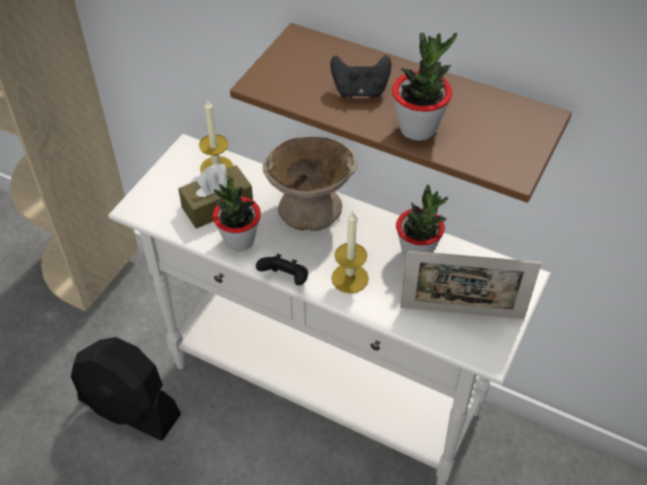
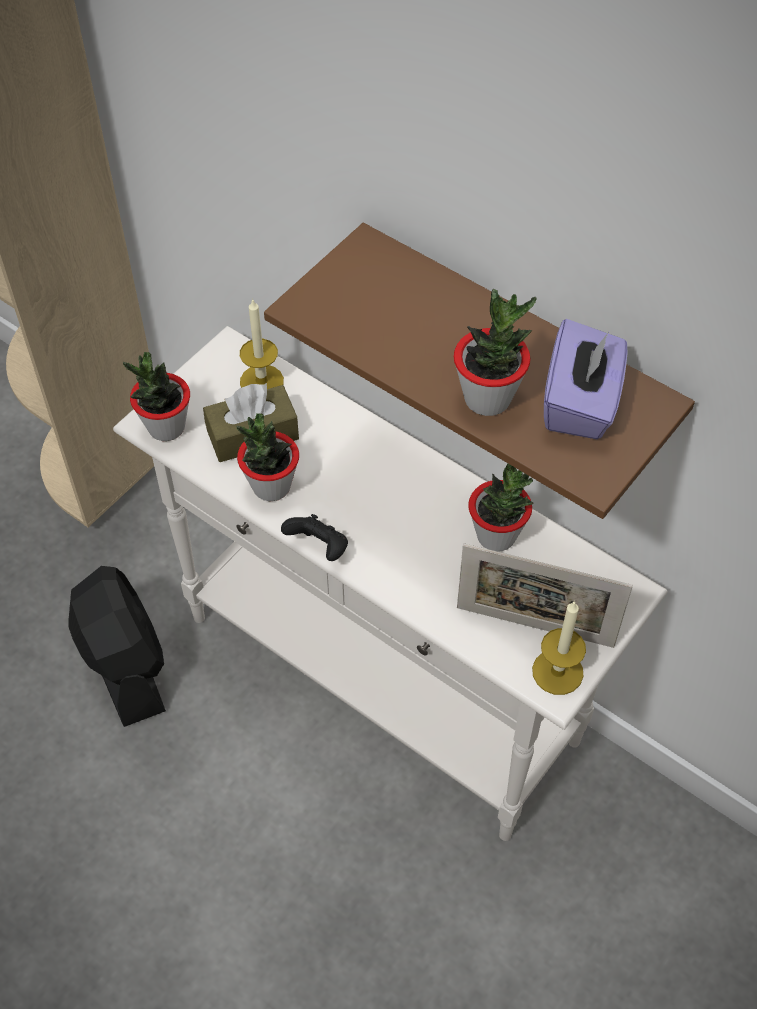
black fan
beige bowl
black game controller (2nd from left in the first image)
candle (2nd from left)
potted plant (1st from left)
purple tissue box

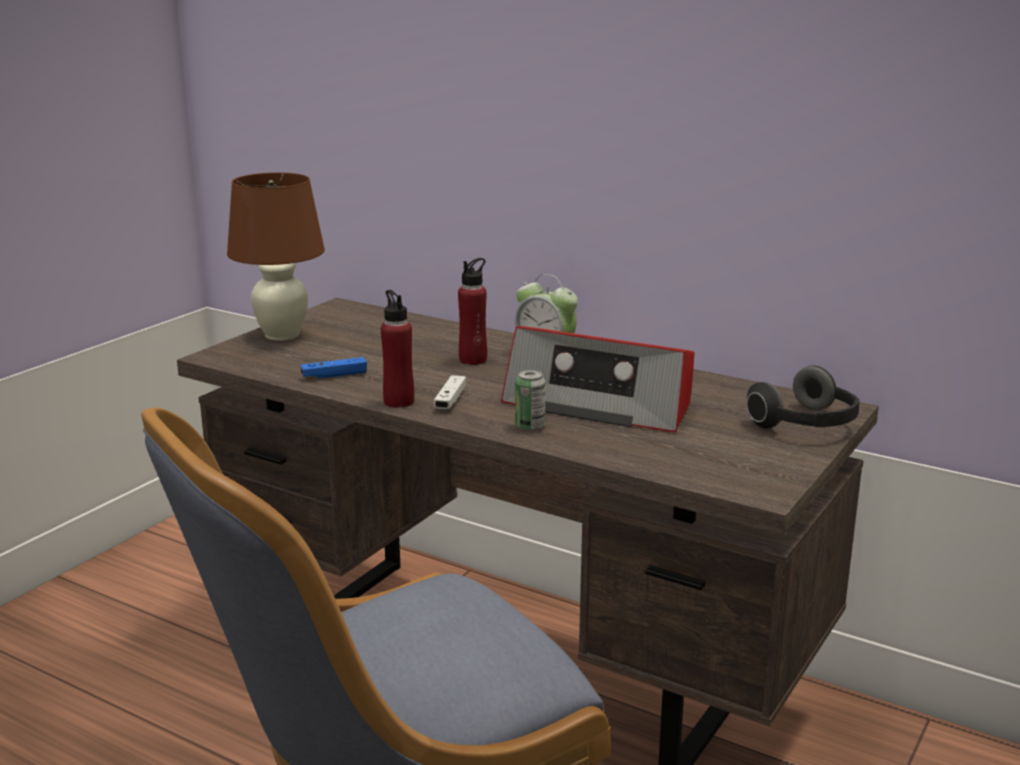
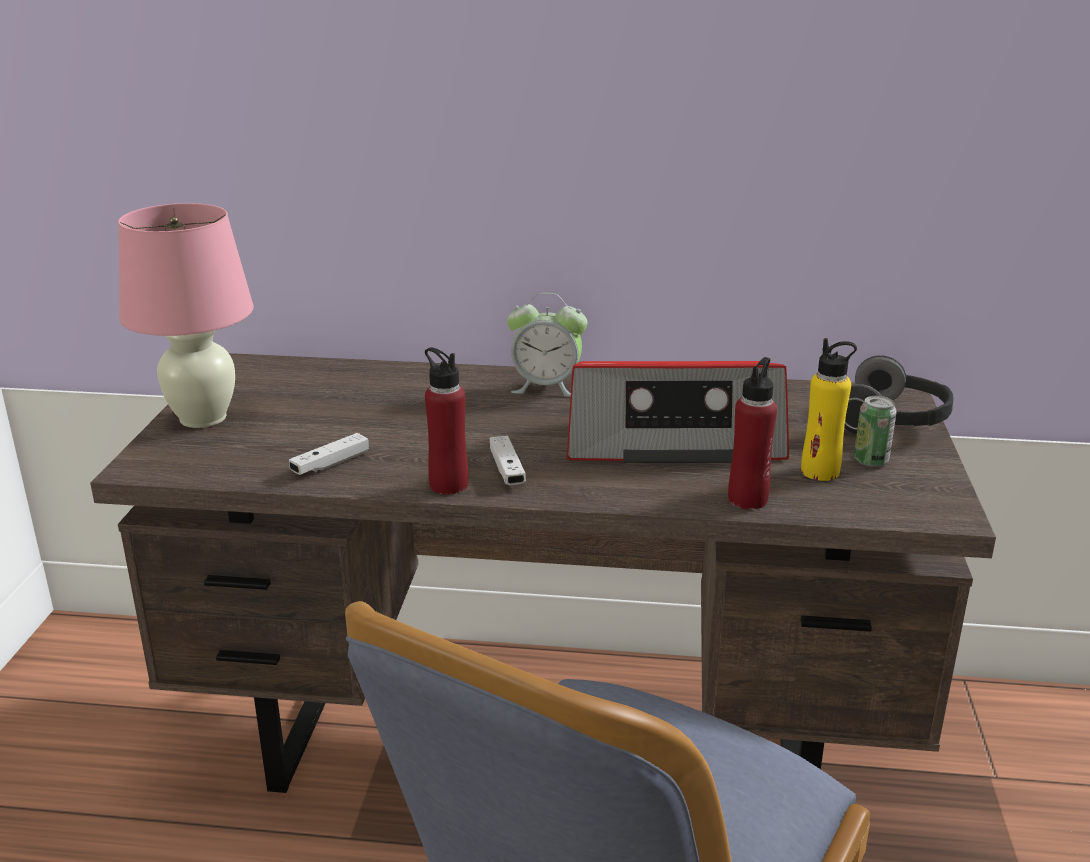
pink table lamp
white game controller (1st from left)
red bottle (2nd from left)
can
yellow bottle

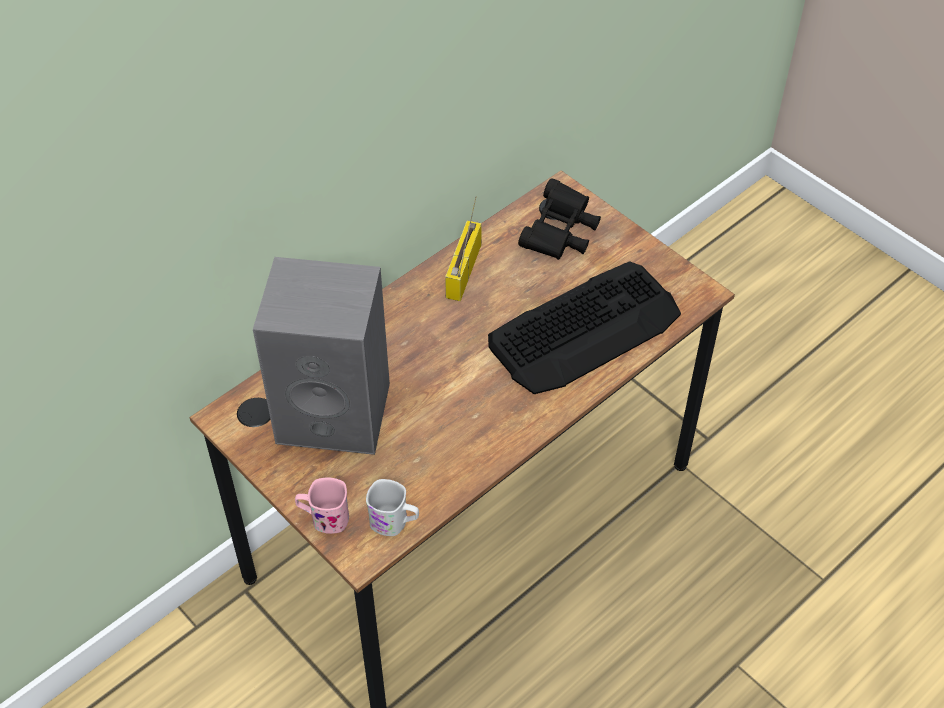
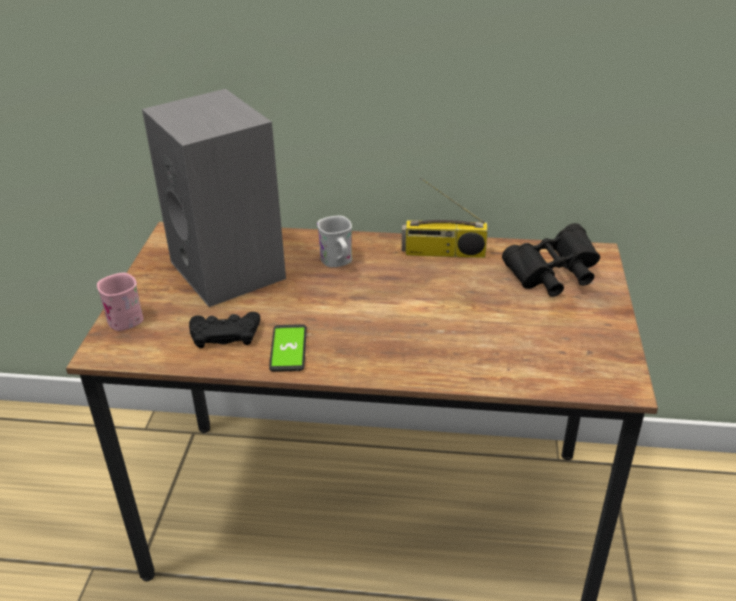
white mug
radio
keyboard
black game controller
phone

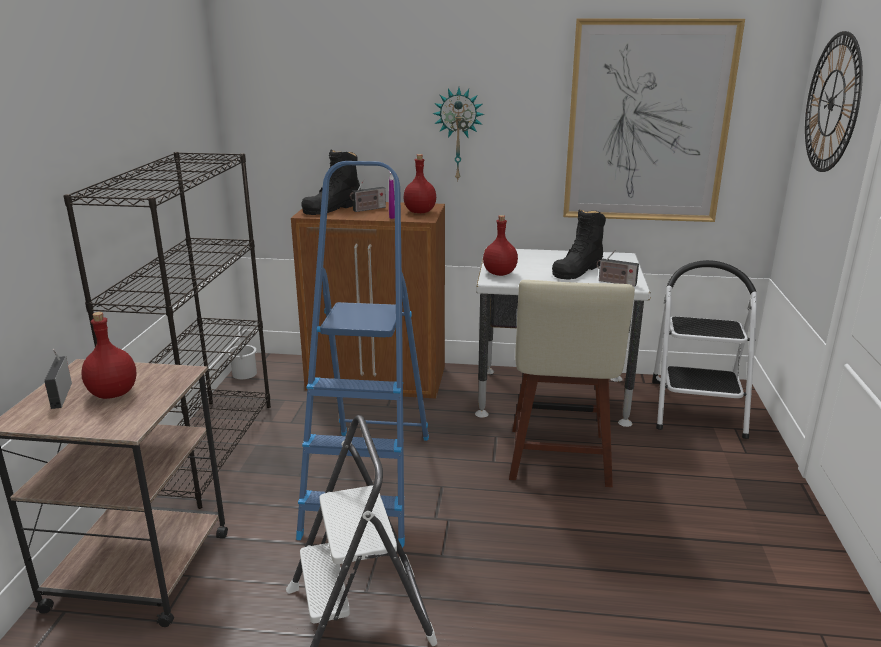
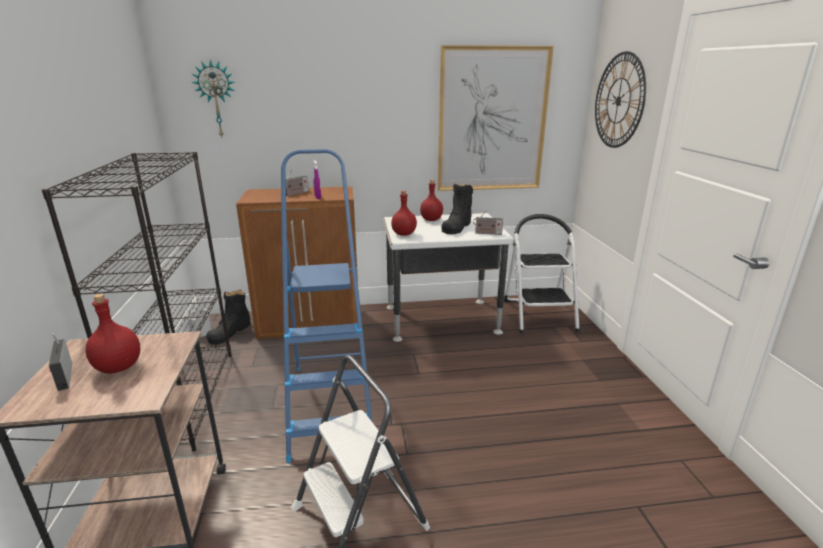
black boot (1st from left)
red bottle (3rd from left)
wall clock (1st from left)
beige stool

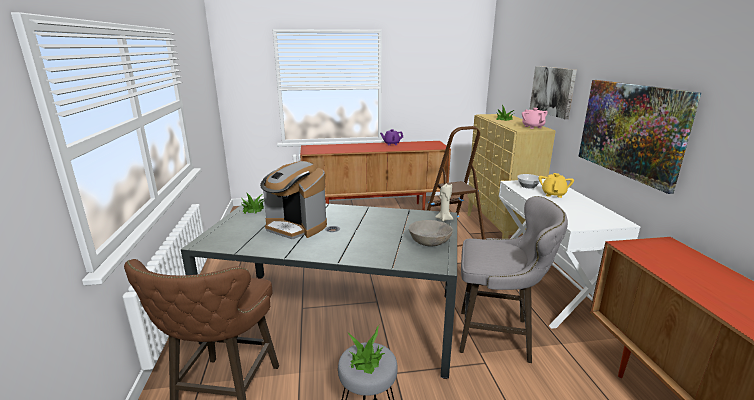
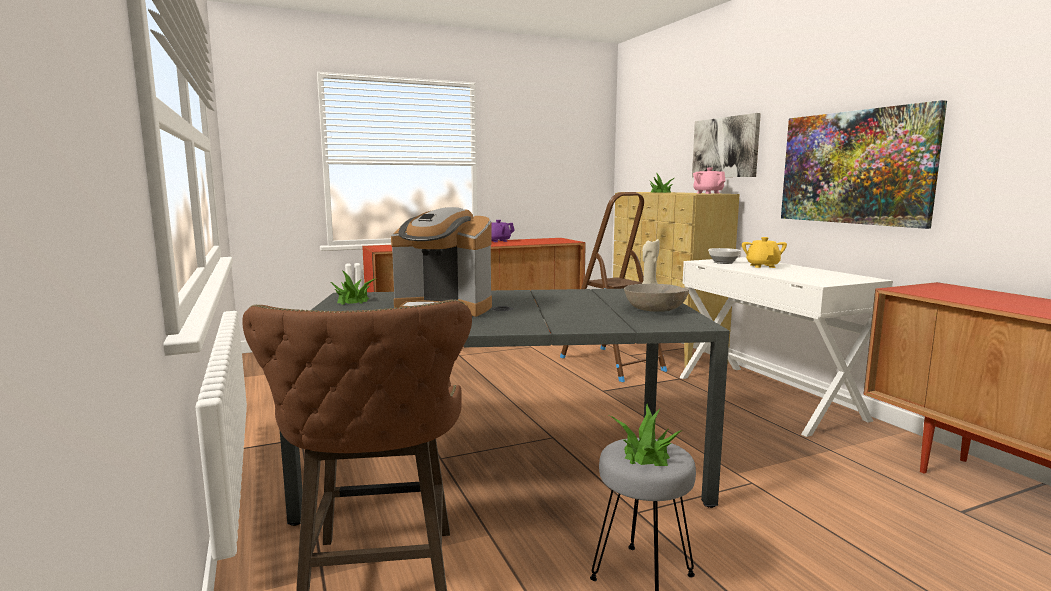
grey stool (2nd from left in the first image)

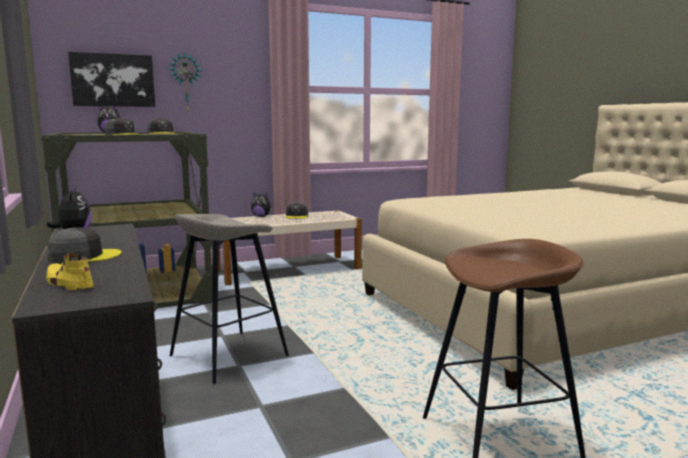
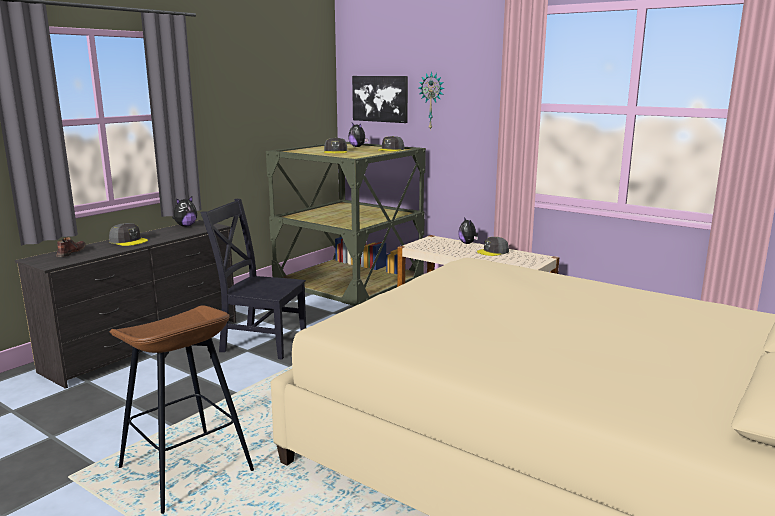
brown shoe
black chair

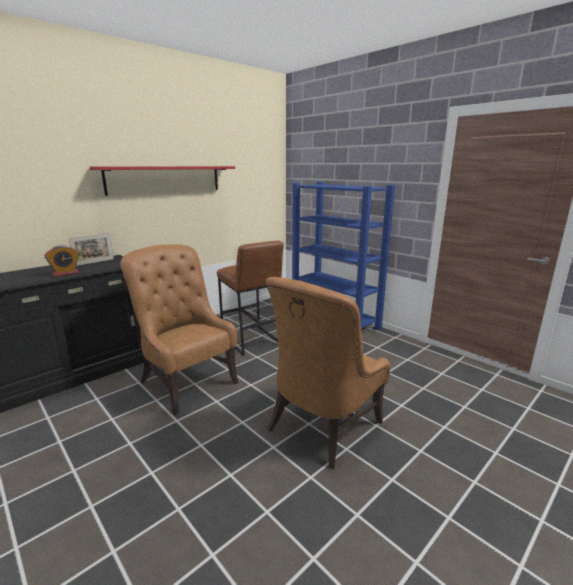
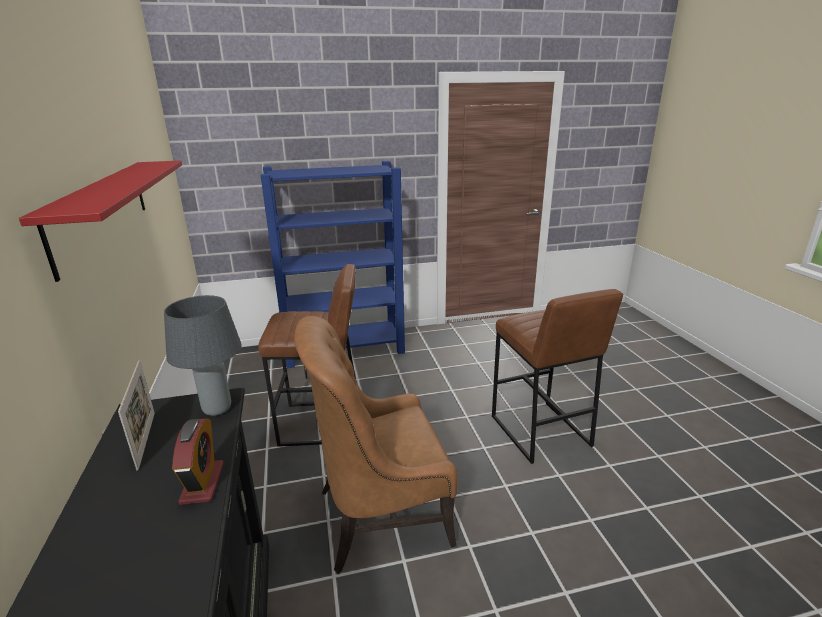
brown stool (2nd from left)
grey table lamp

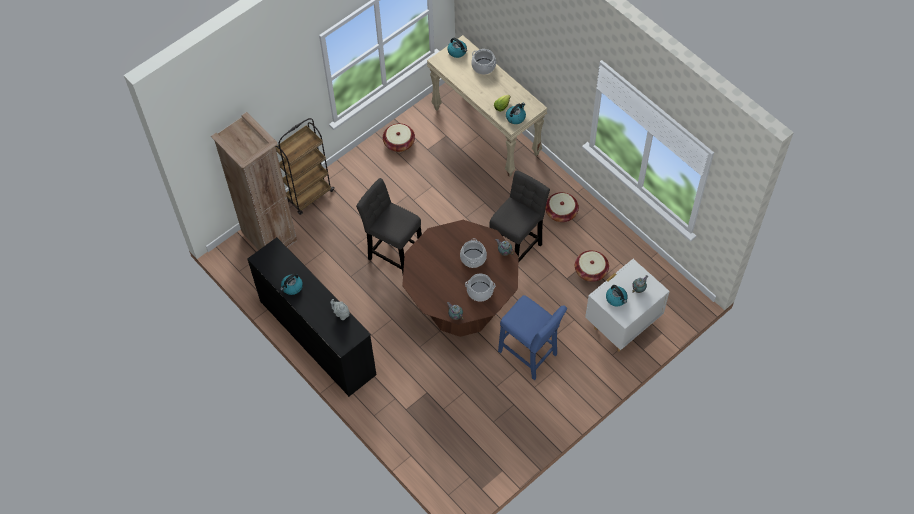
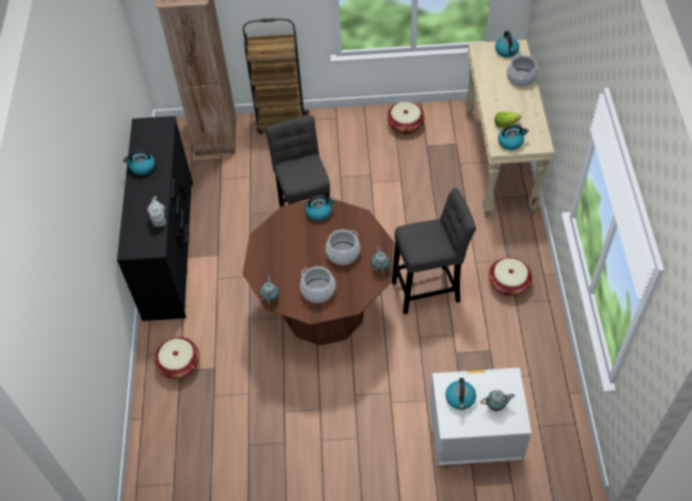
blue stool
basket (1st from left)
kettle (2nd from left)

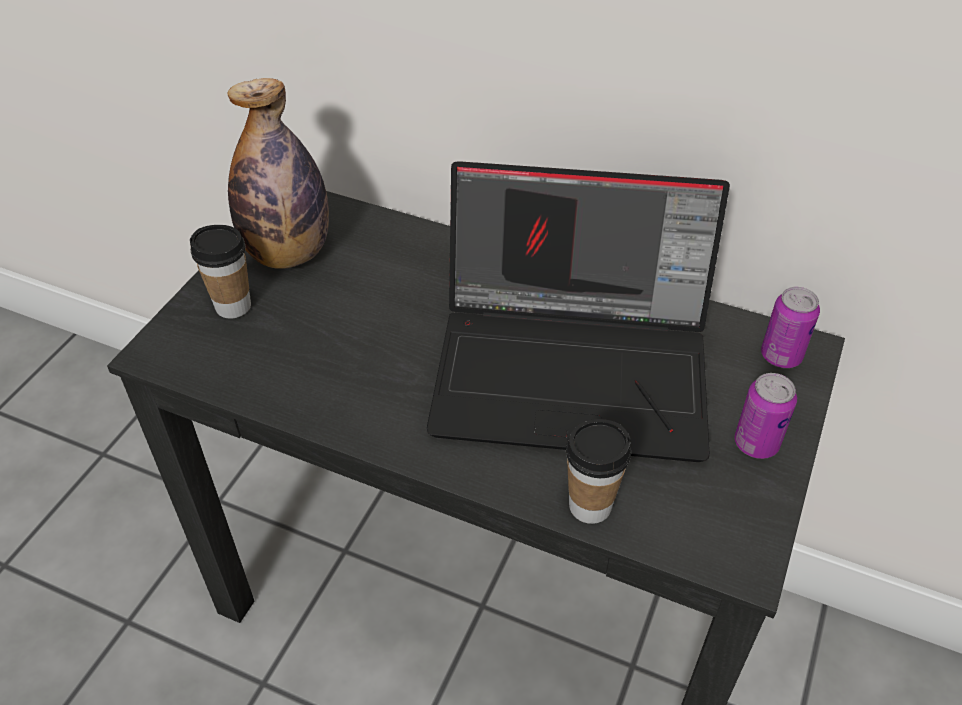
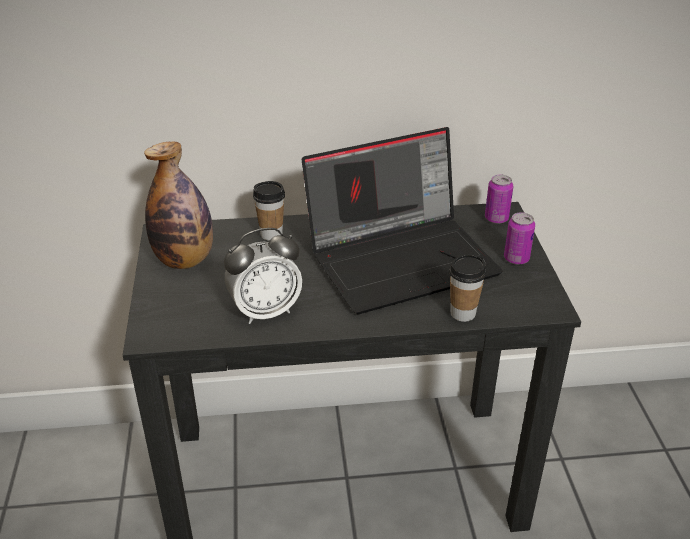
cup (1st from left)
alarm clock

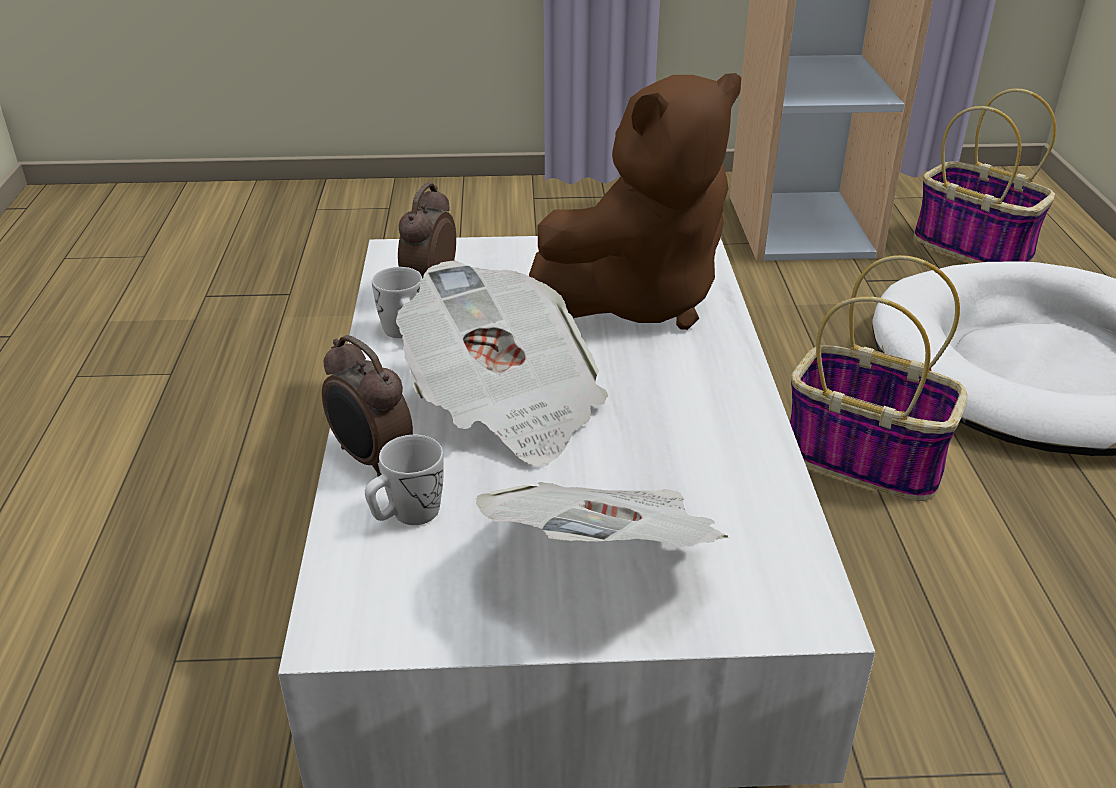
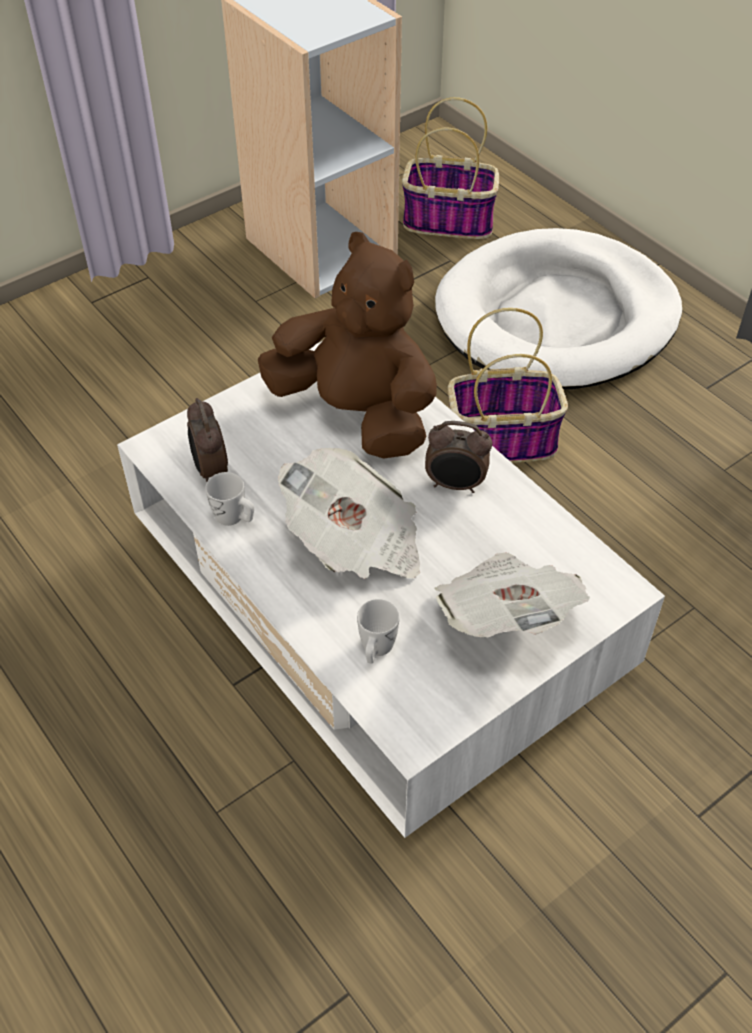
alarm clock (2nd from left)
brown plush toy

